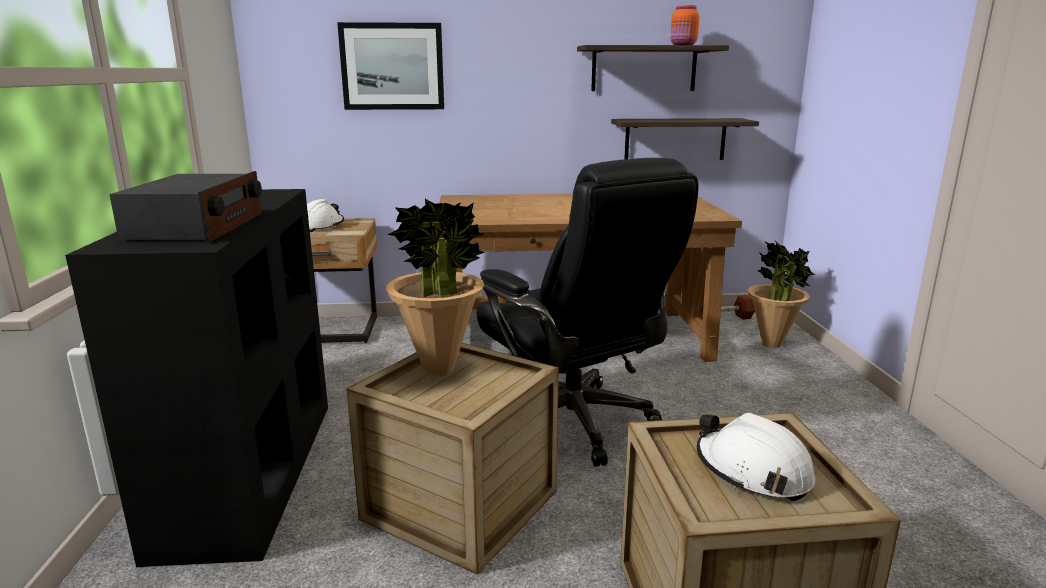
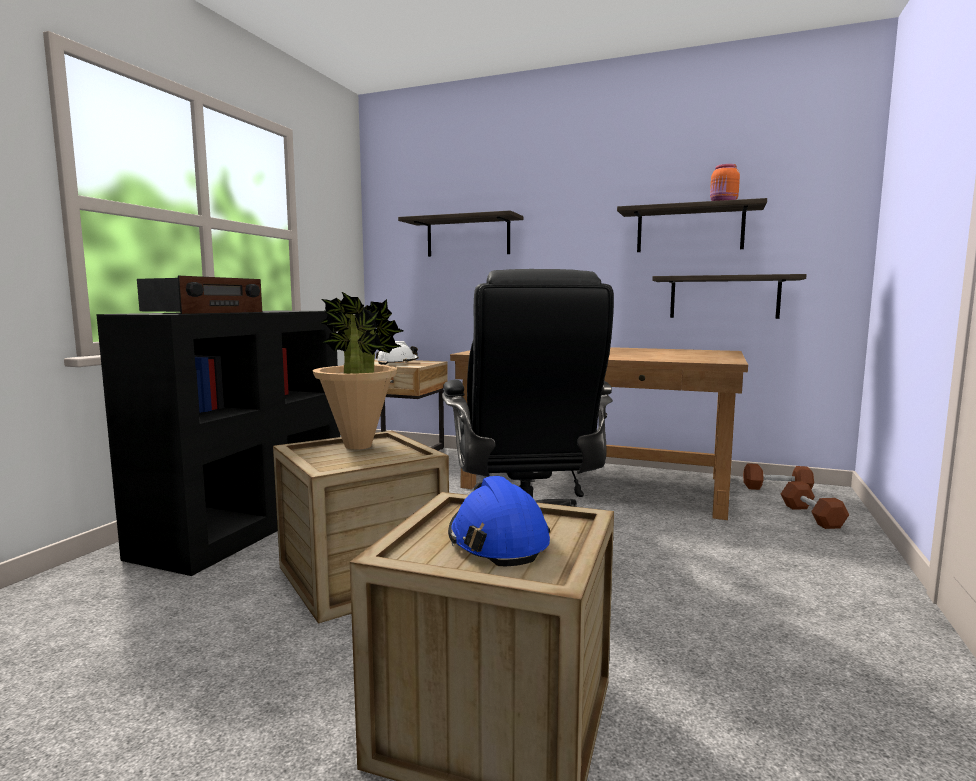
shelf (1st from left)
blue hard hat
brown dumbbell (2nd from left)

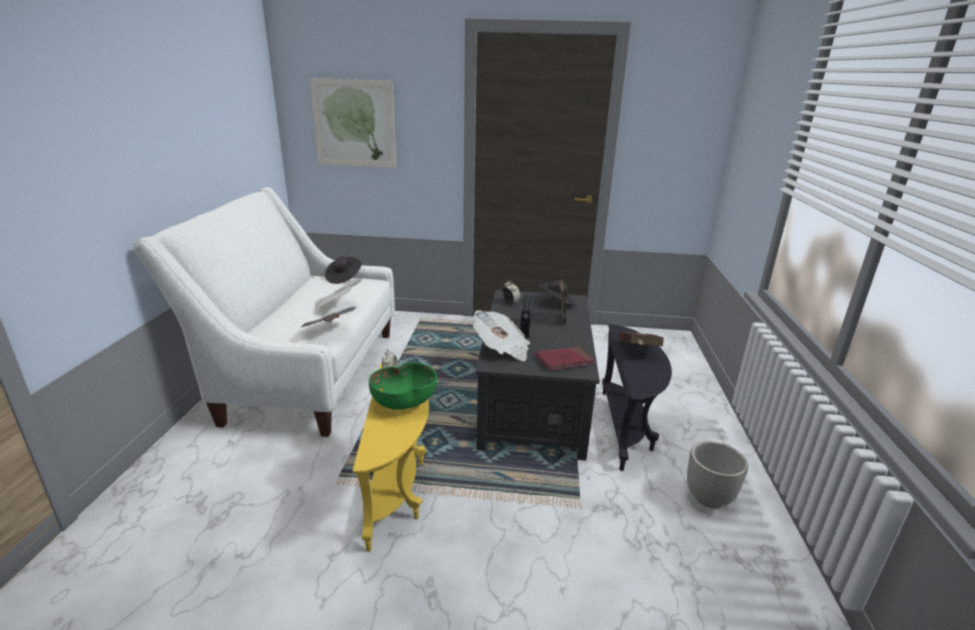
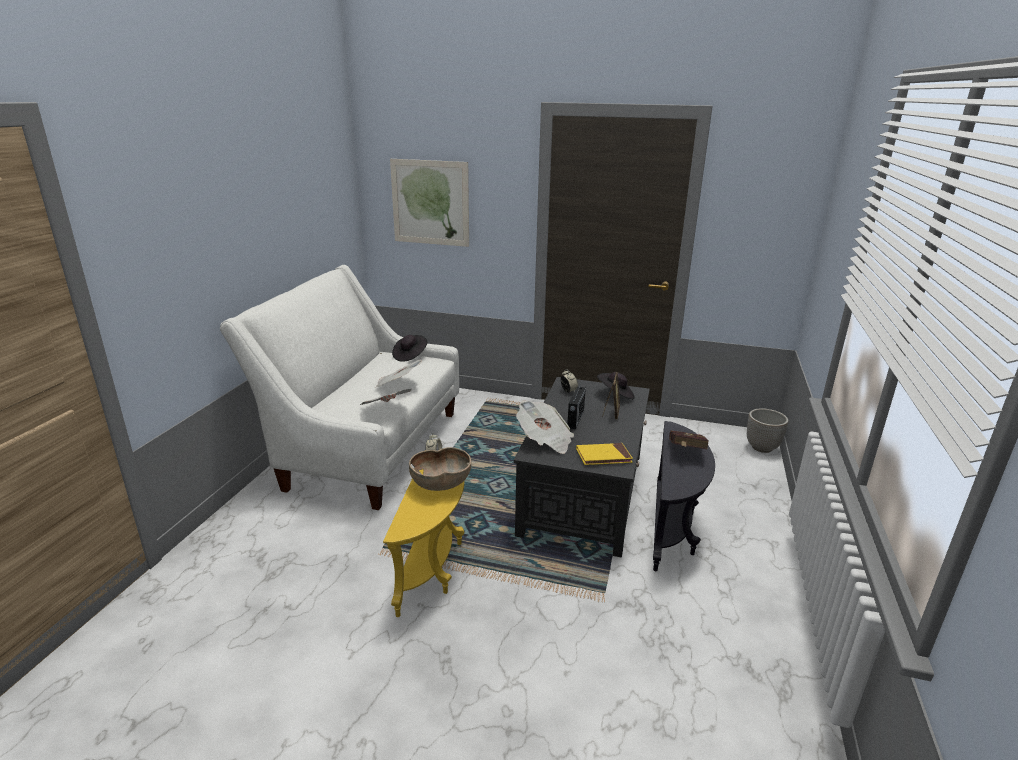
brown bowl
yellow book
planter

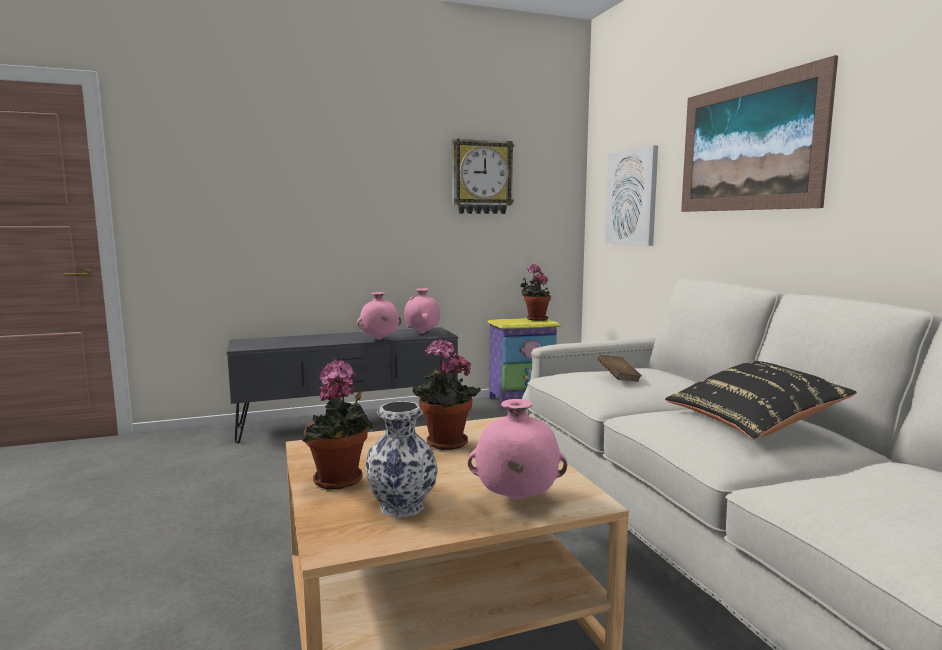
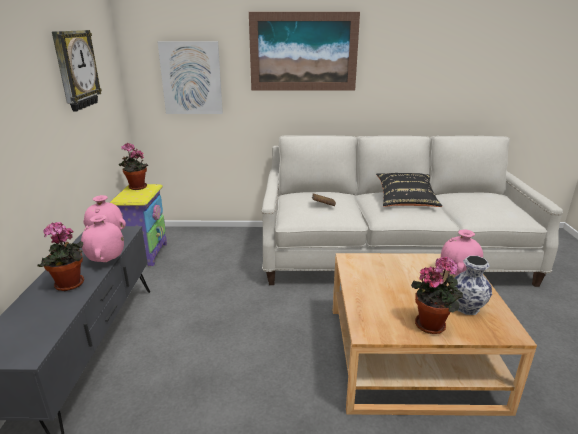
potted plant (1st from left)

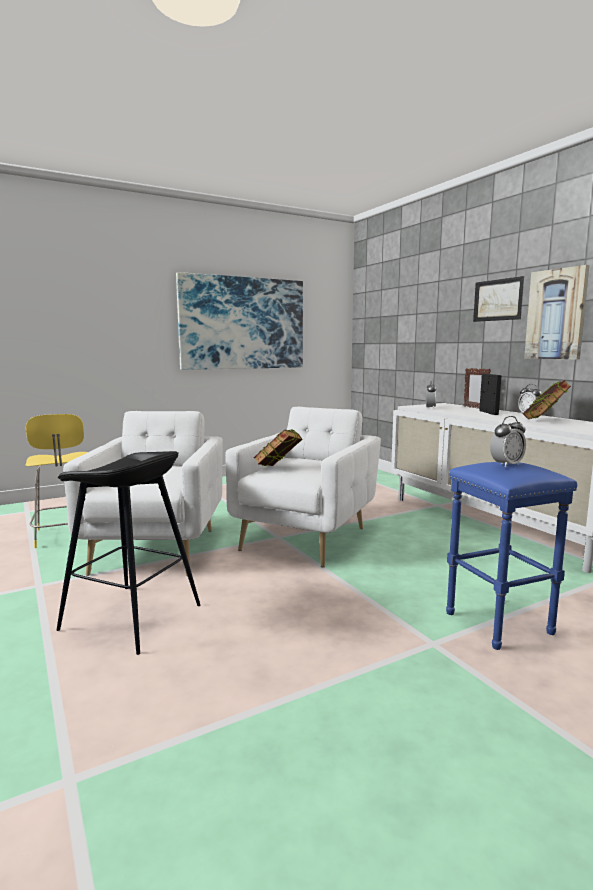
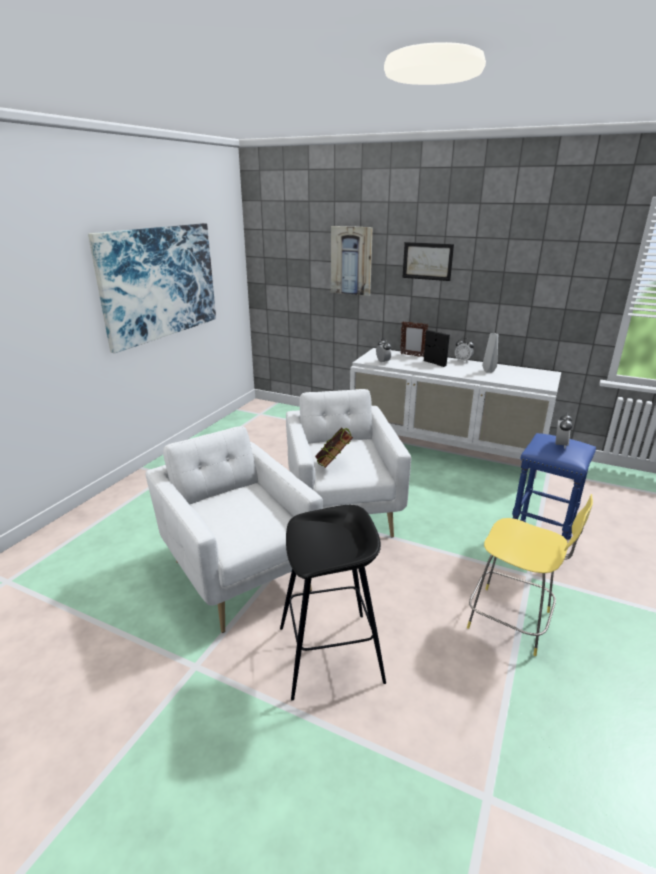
yellow stool
grey vase
picture (2nd from left)

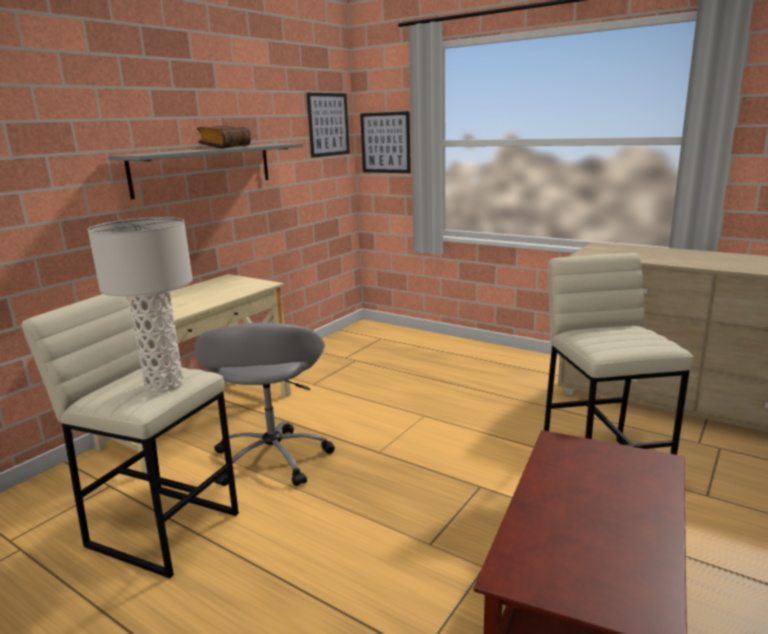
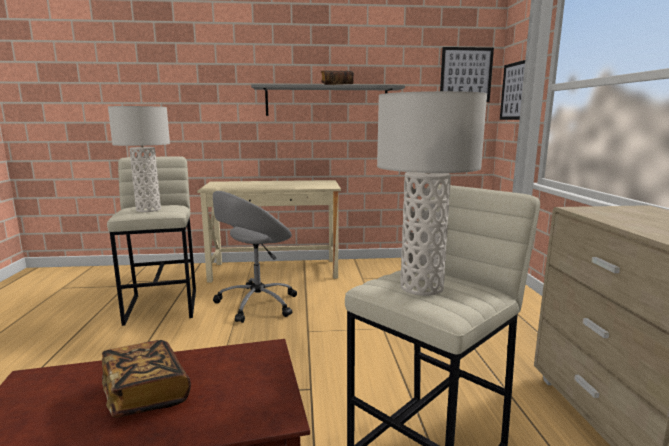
book (1st from left)
white table lamp (2nd from left)

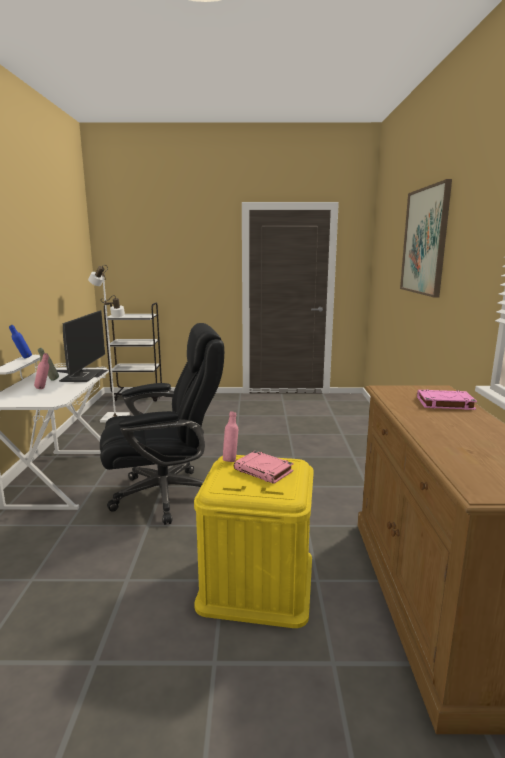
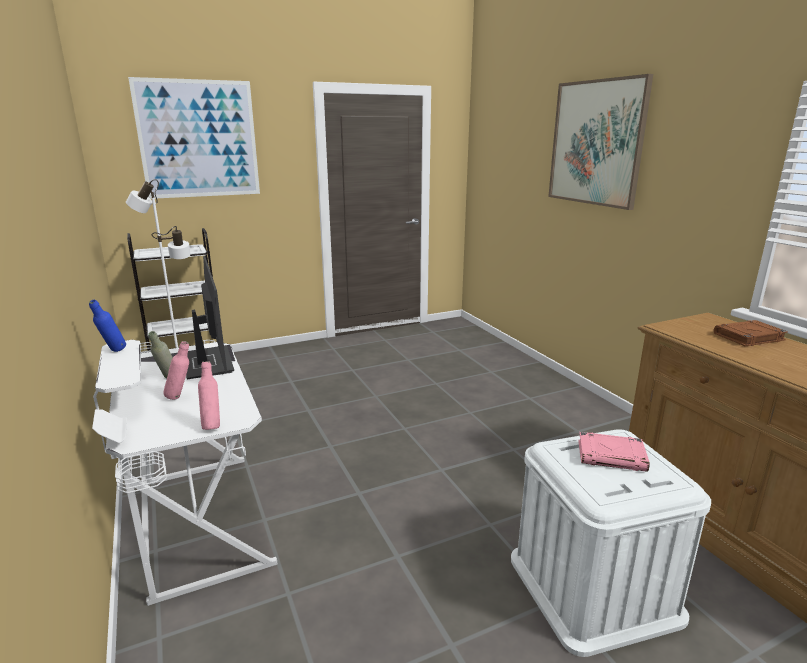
black office chair
white storage box
pink bottle (2nd from left)
brown book
picture (1st from left)

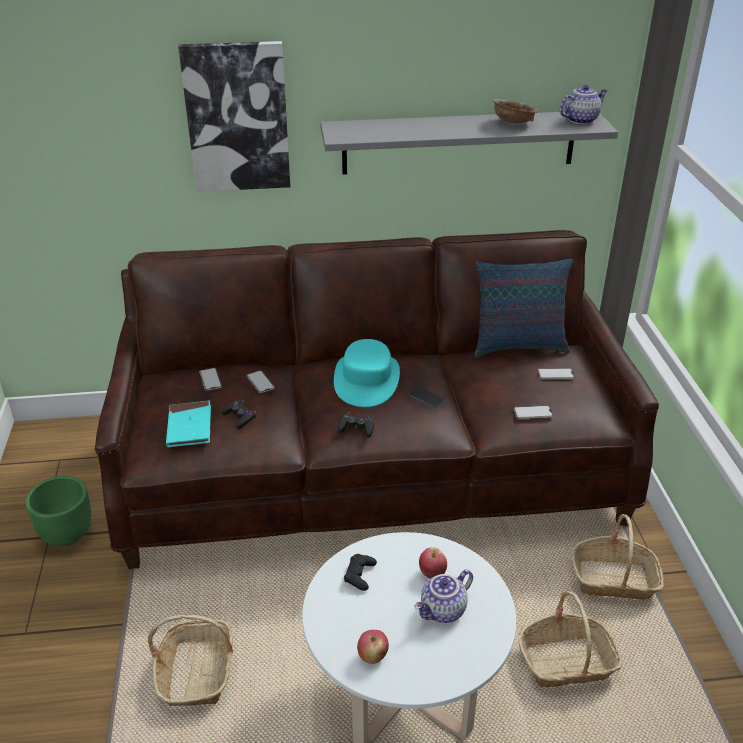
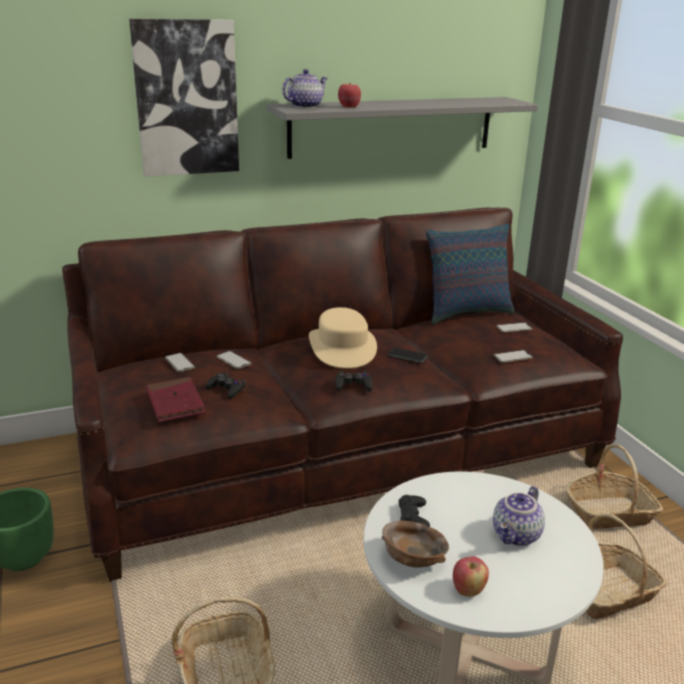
red book
beige hat
apple (1st from left)
brown bowl
teapot (1st from left)

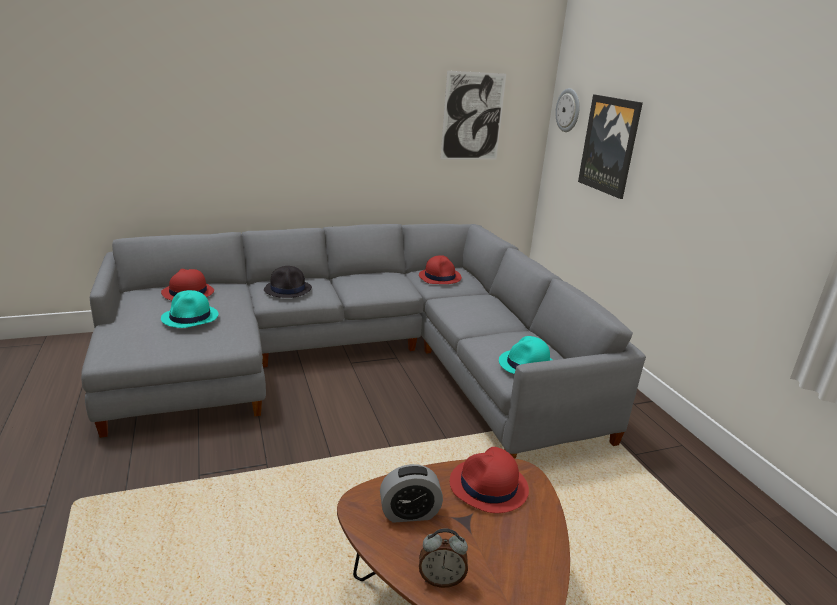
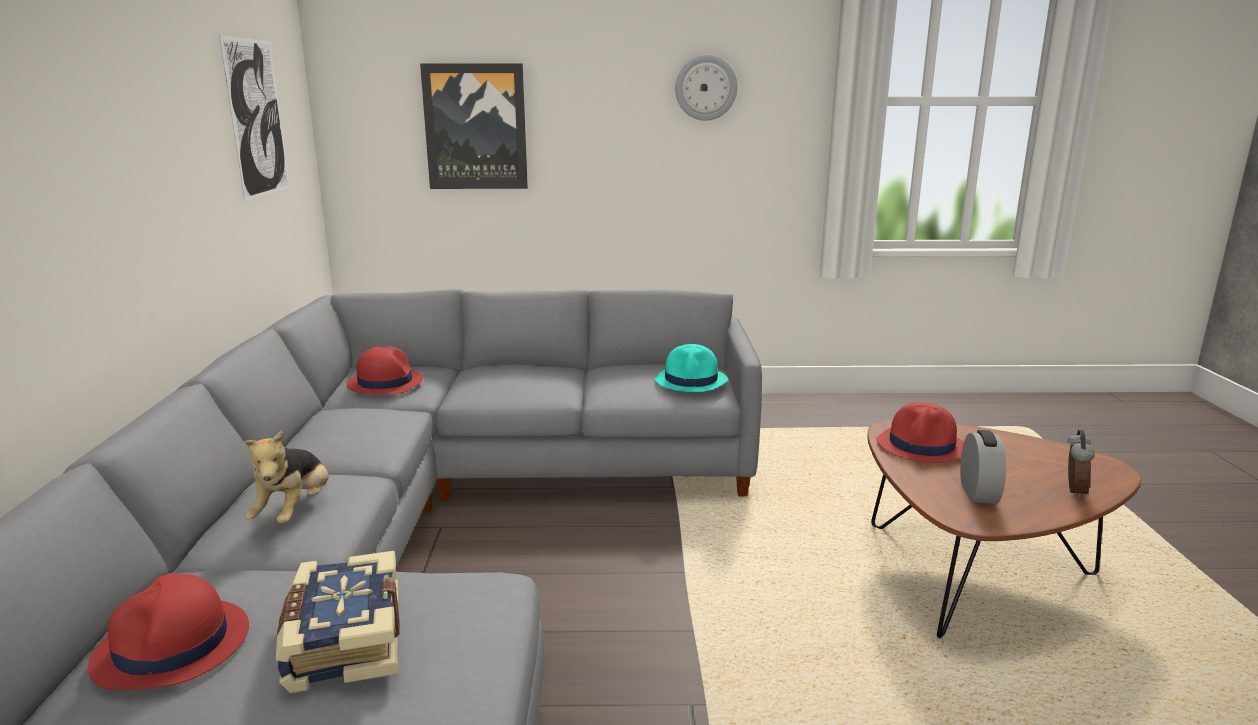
book
plush toy
wall clock

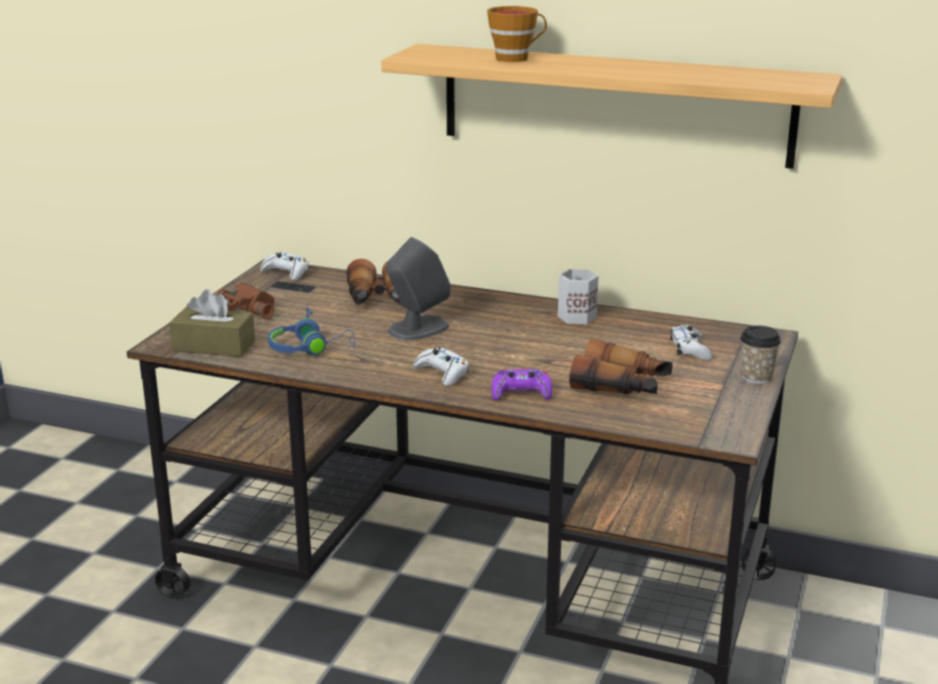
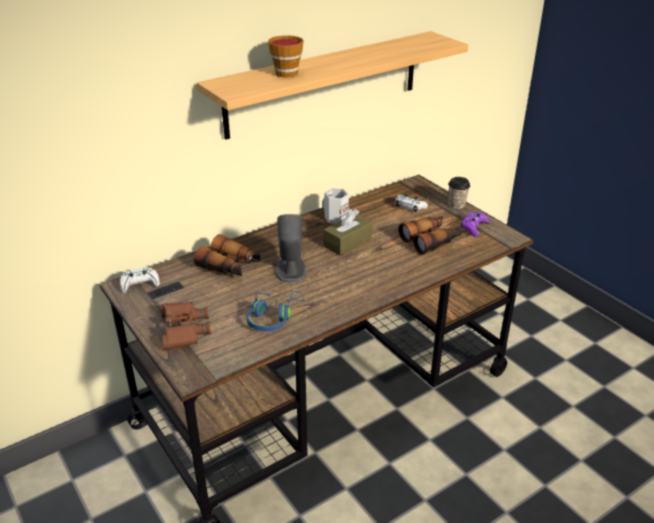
brown tissue box
white game controller (2nd from left in the first image)
purple game controller

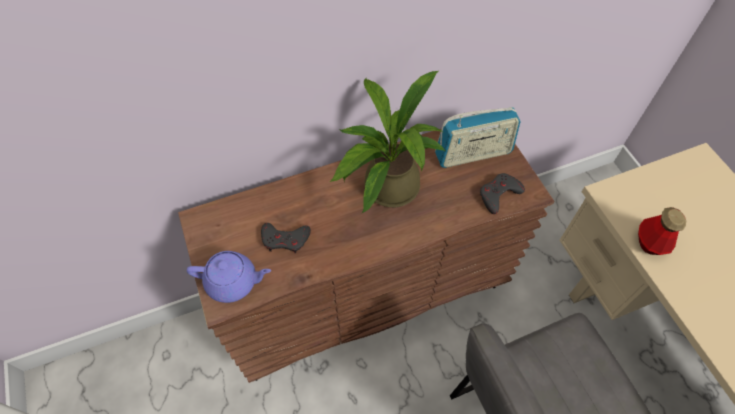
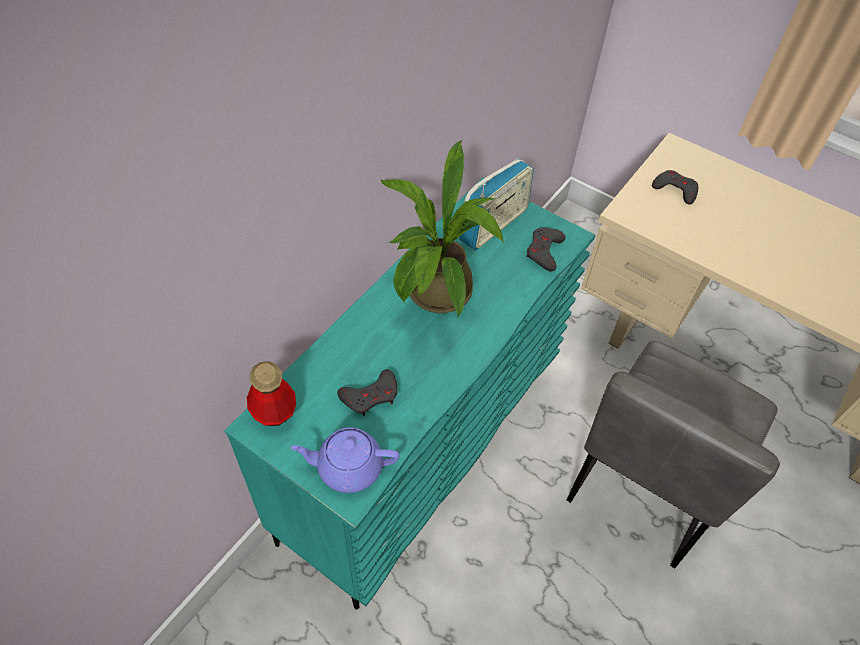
turquoise dresser
purple teapot
bottle
grey game controller (3rd from left)

